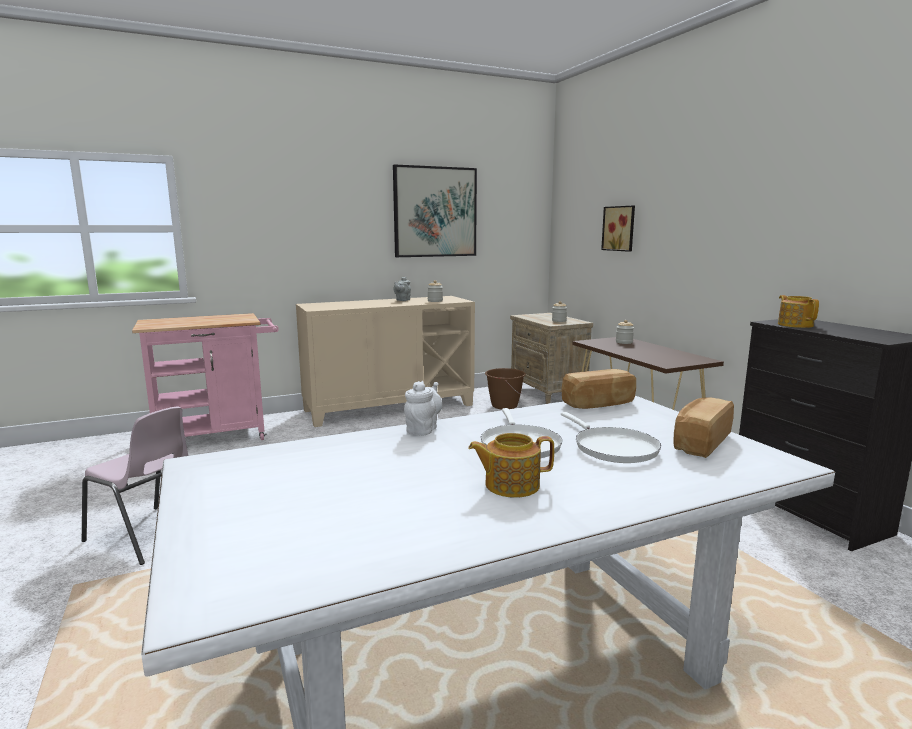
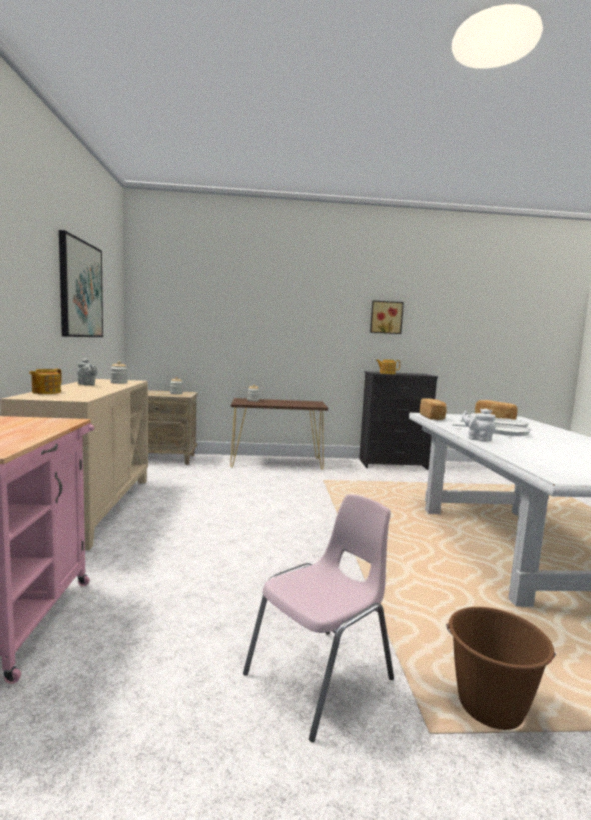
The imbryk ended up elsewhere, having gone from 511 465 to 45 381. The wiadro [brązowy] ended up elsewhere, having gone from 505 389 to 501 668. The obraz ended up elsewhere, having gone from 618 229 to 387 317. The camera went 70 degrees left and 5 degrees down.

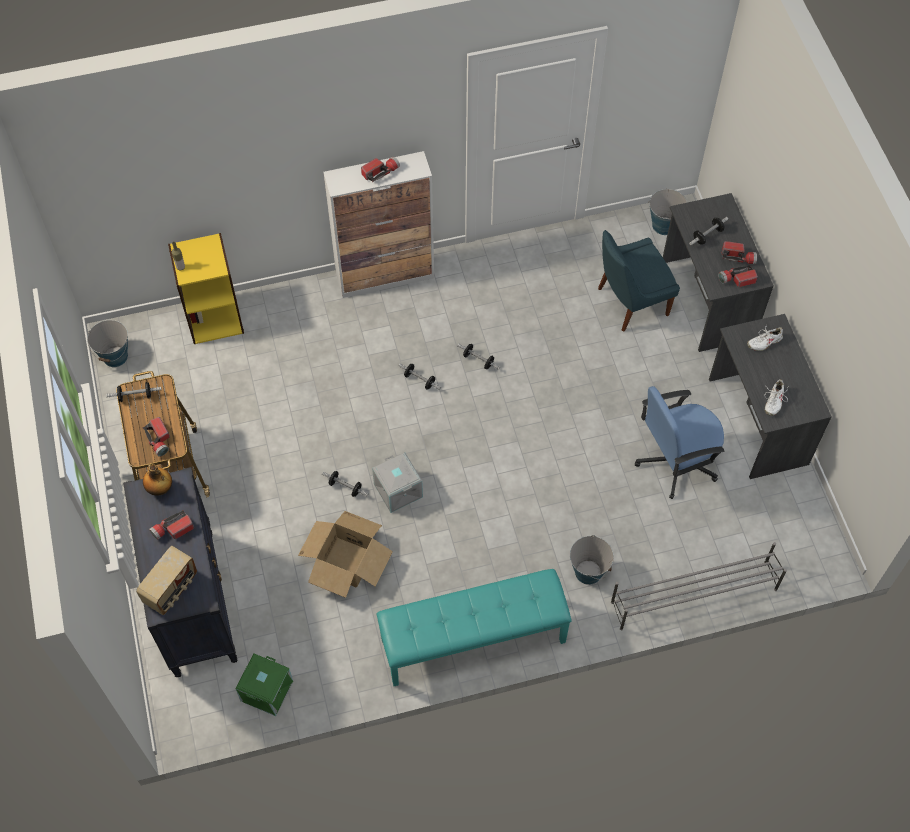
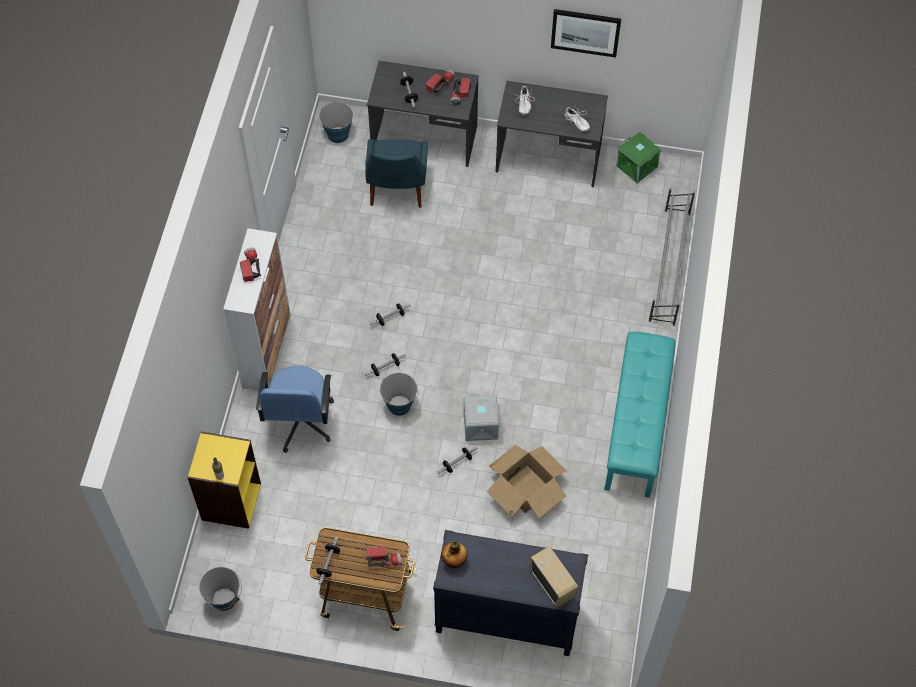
The second view lost the latarka at 171 525. The second view gained the obraz at 586 33. The pojemnik do przechowywania [zielony] ended up elsewhere, having gone from 264 685 to 638 158. The wiadro ended up elsewhere, having gone from 592 560 to 399 394. The krzesło biurowe [niebieski] ended up elsewhere, having gone from 679 442 to 295 409. The camera went 65 degrees left and 0 degrees up.

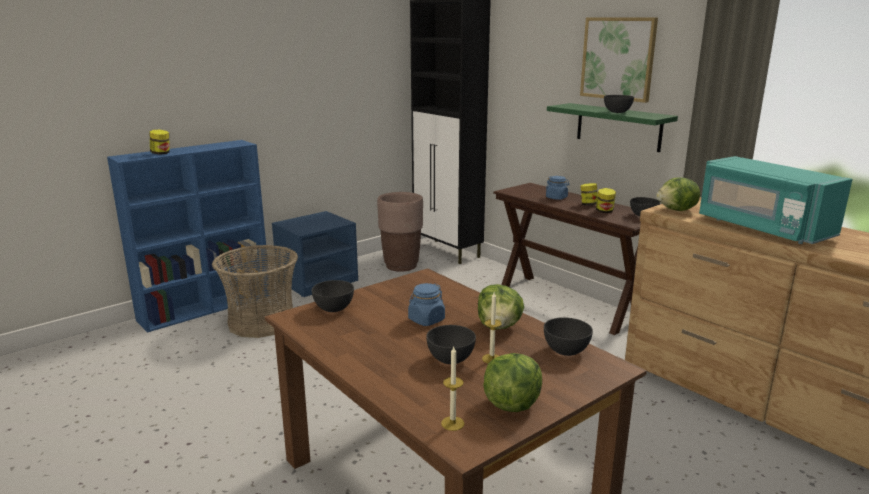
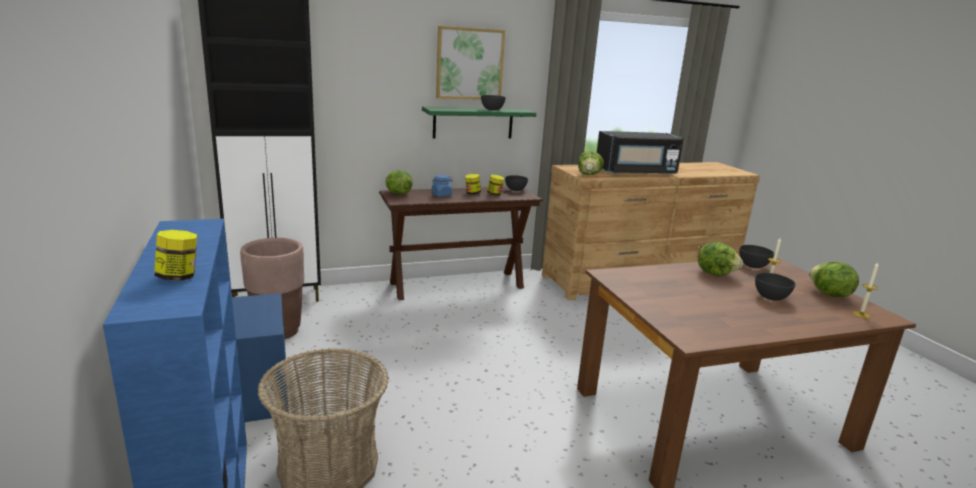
The second view lost the miska [szary] at 332 296. The second view lost the słoik [niebieski] at 426 304. The second view gained the sałata at 399 182. What was the mikrofalówka [turkusowy] at 776 200 turned into the mikrofalówka [czarny] at 640 153. The camera went 70 degrees left and 0 degrees up.

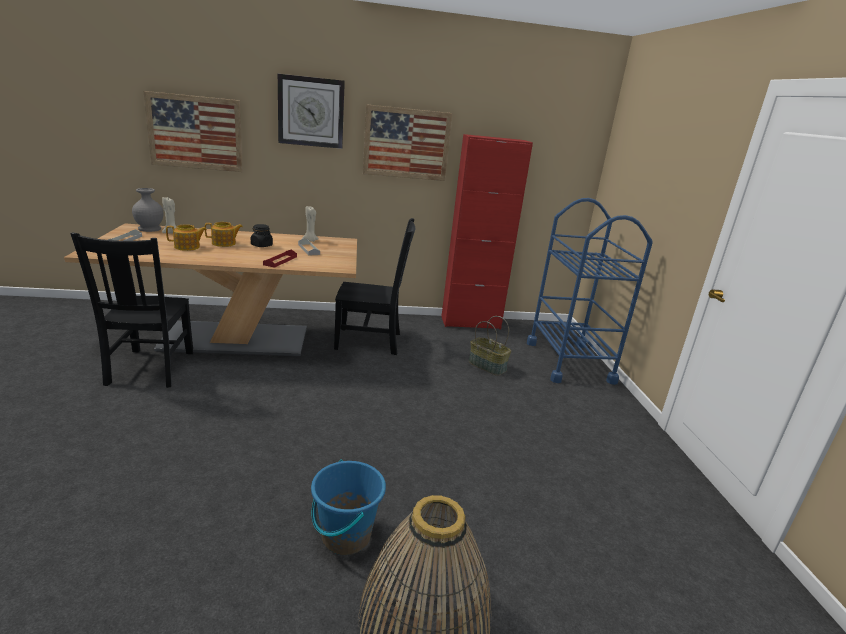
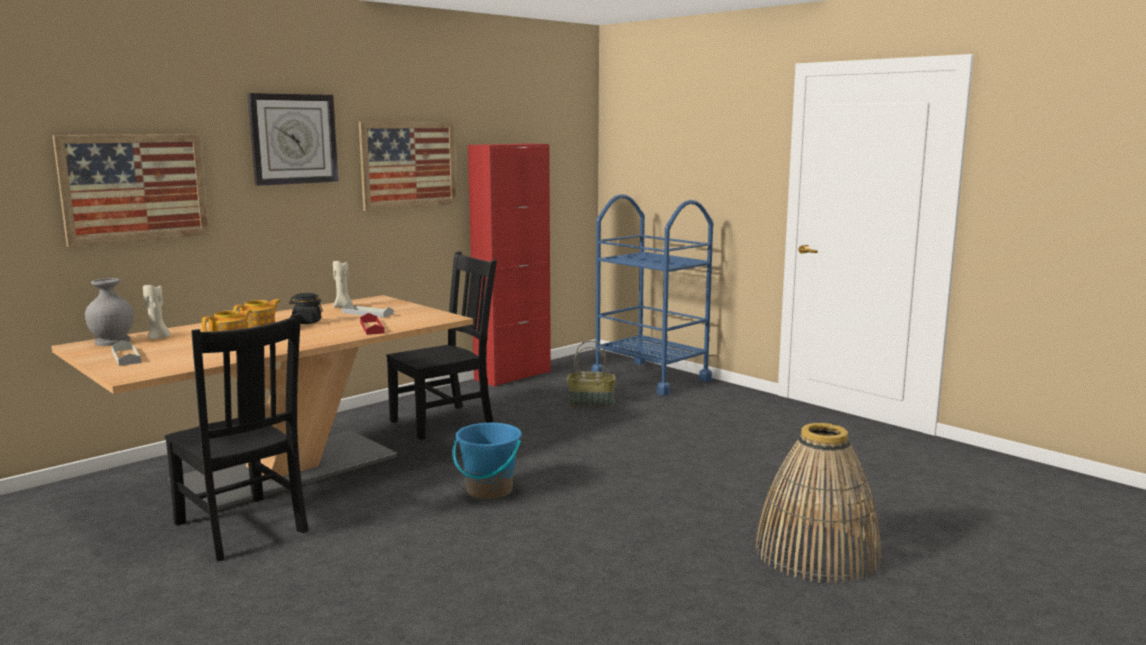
The wiadro [niebieski] ended up elsewhere, having gone from 348 507 to 487 461. The camera went 35 degrees left and 10 degrees down.

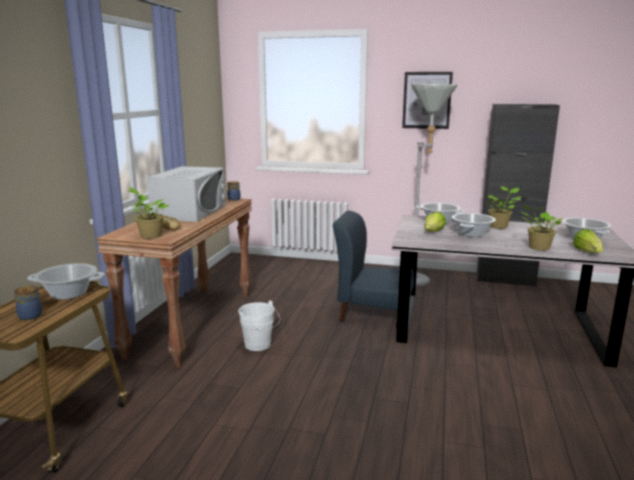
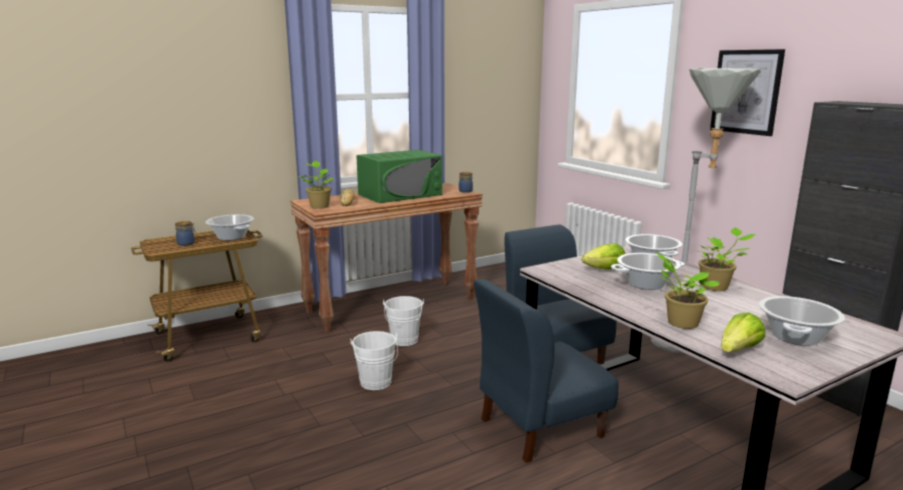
The second view gained the wiadro [biały] at 374 360. The second view gained the krzesło [niebieski] at 546 371. What was the mikrofalówka [biały] at 186 194 turned into the mikrofalówka [zielony] at 399 176. The camera went 45 degrees right and 0 degrees up.

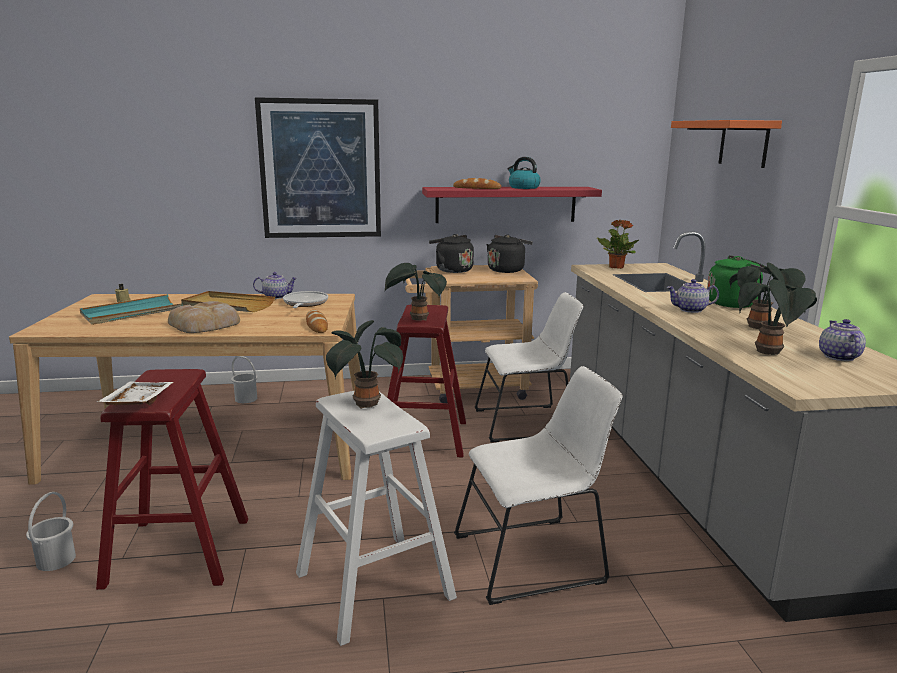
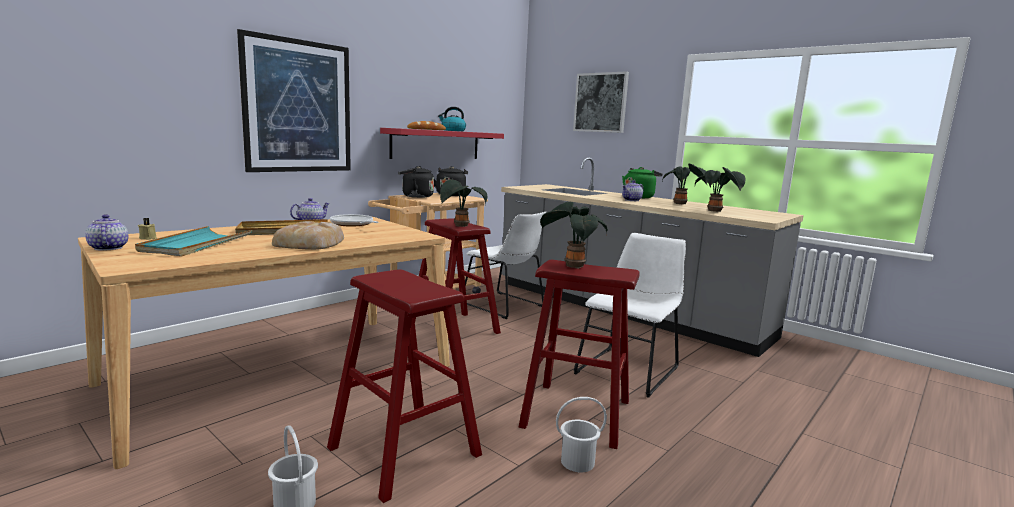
The second view lost the taca [biały] at 135 393. The second view lost the chleb at 317 321. The second view lost the roślina doniczkowa at 618 244. The wiadro [biały] ended up elsewhere, having gone from 244 379 to 581 434. The imbryk ended up elsewhere, having gone from 842 340 to 106 232. Where the półka [pomarańczowy] hung at 726 144, the obraz came to hang at 601 102. What was the stołek [biały] at 376 518 turned into the stołek [czerwony] at 579 354. The krzesło [biały] at 528 367 ended up facing another way, 90 degrees clockwise from before. The camera went 40 degrees left and 5 degrees down.

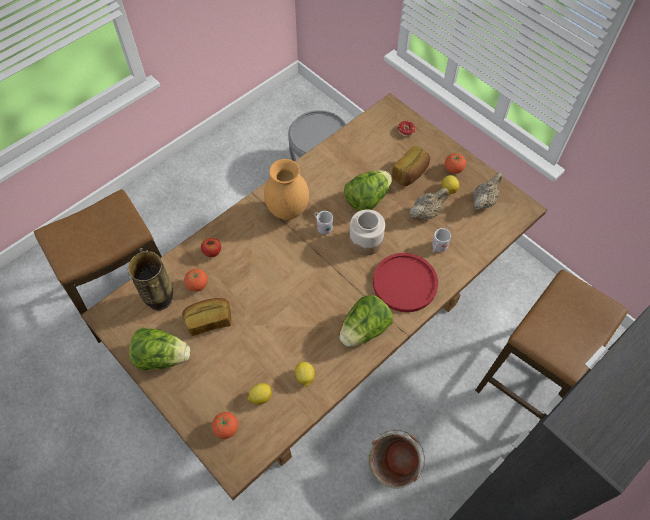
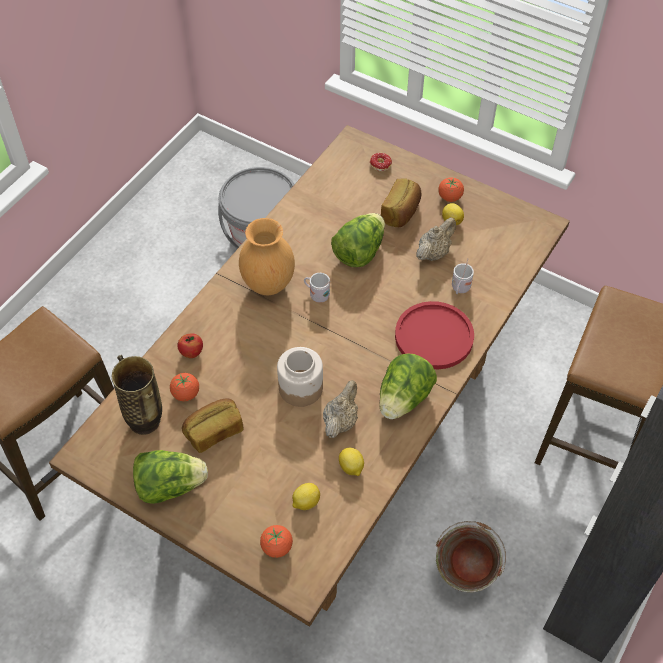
The słoik ended up elsewhere, having gone from 367 232 to 300 377. The imbryk [beżowy] ended up elsewhere, having gone from 488 191 to 340 409. The camera went 15 degrees left and 5 degrees down.

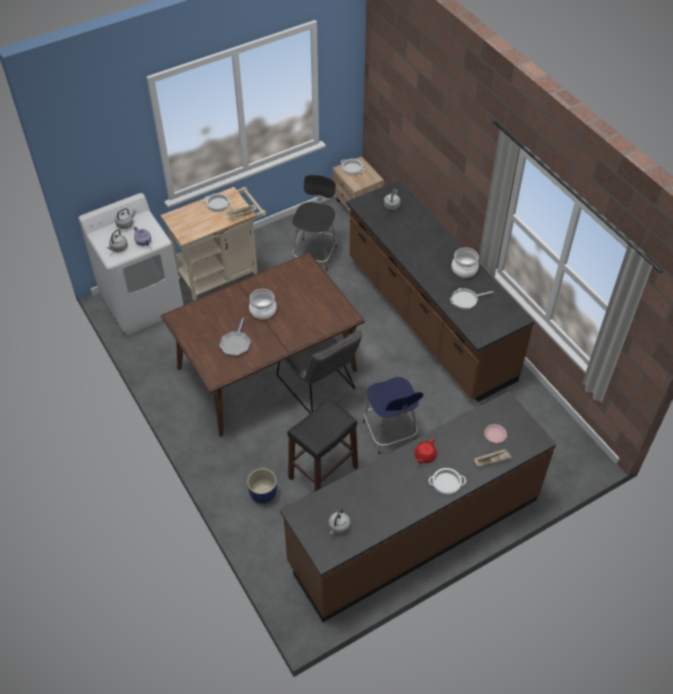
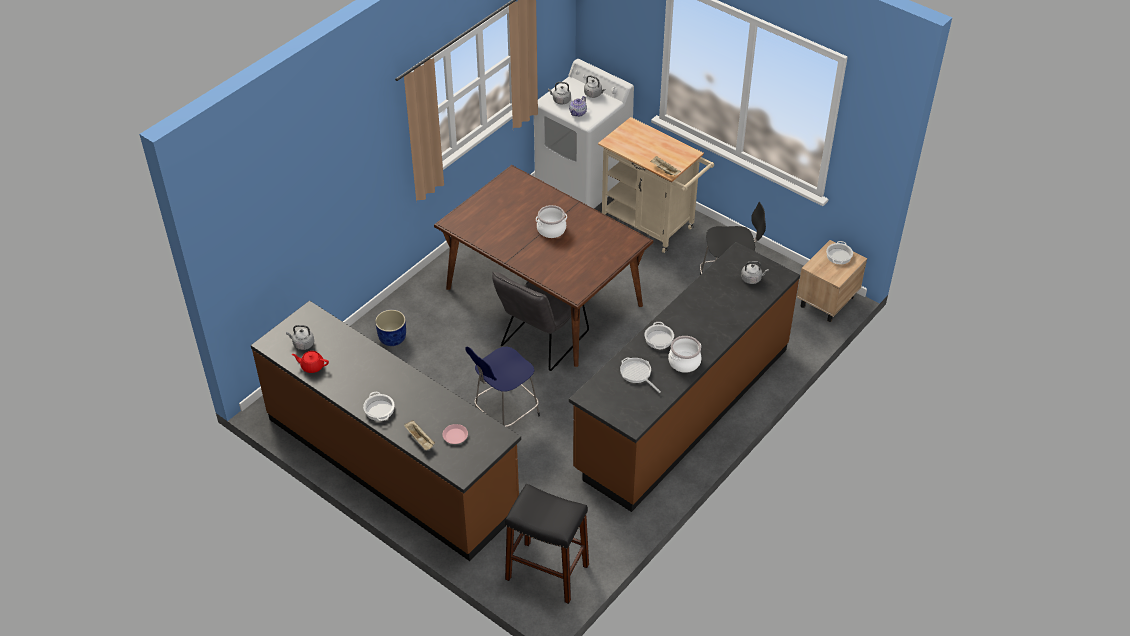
The second view lost the patelnia at 235 337. The garnek ended up elsewhere, having gone from 218 202 to 659 335. The stołek [czarny] ended up elsewhere, having gone from 322 444 to 547 544. The imbryk [czerwony] ended up elsewhere, having gone from 425 450 to 310 362. The camera went 70 degrees right and 5 degrees down.

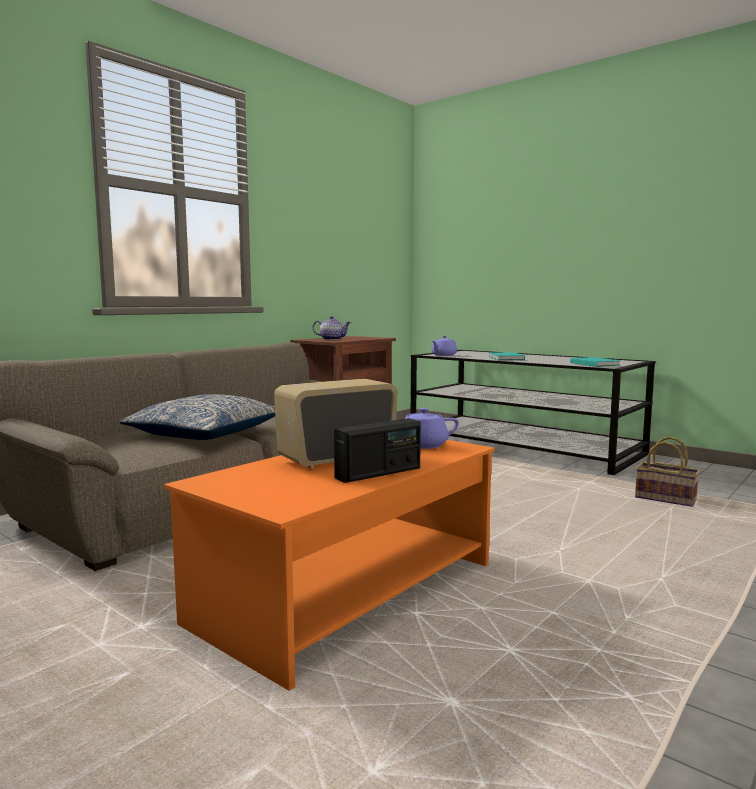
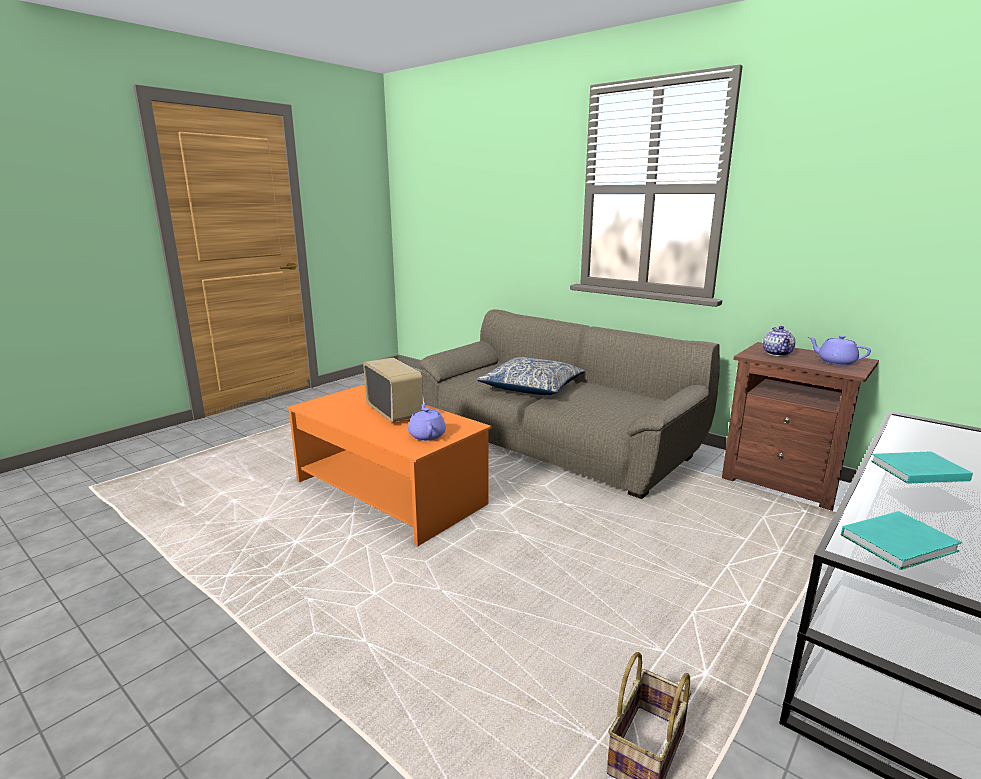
The second view lost the radio at 377 450. The imbryk [fioletowy] ended up elsewhere, having gone from 444 346 to 839 350. The camera went 90 degrees right and 10 degrees up.

